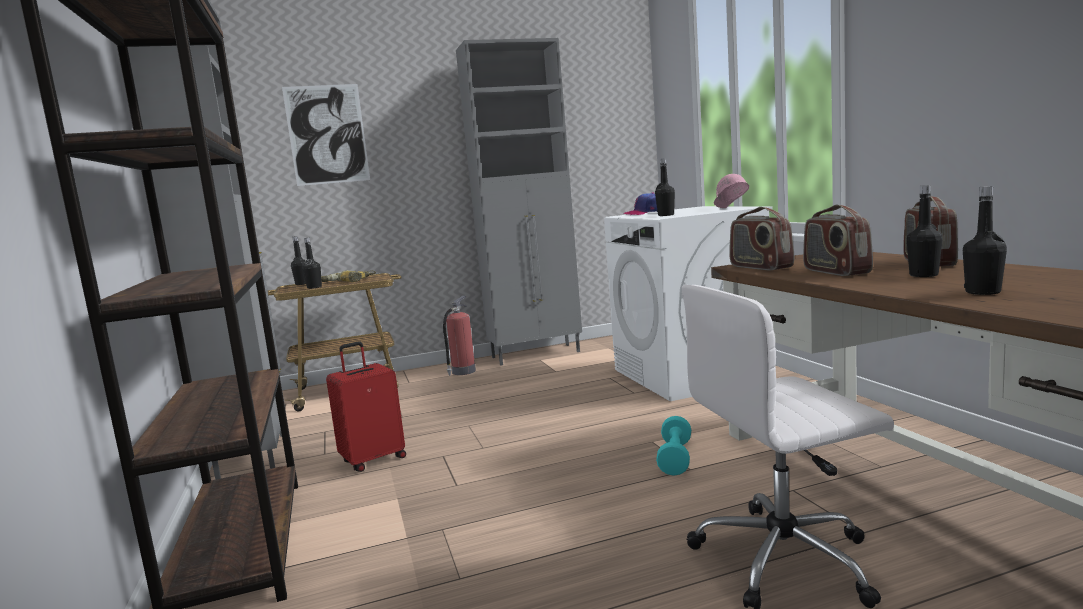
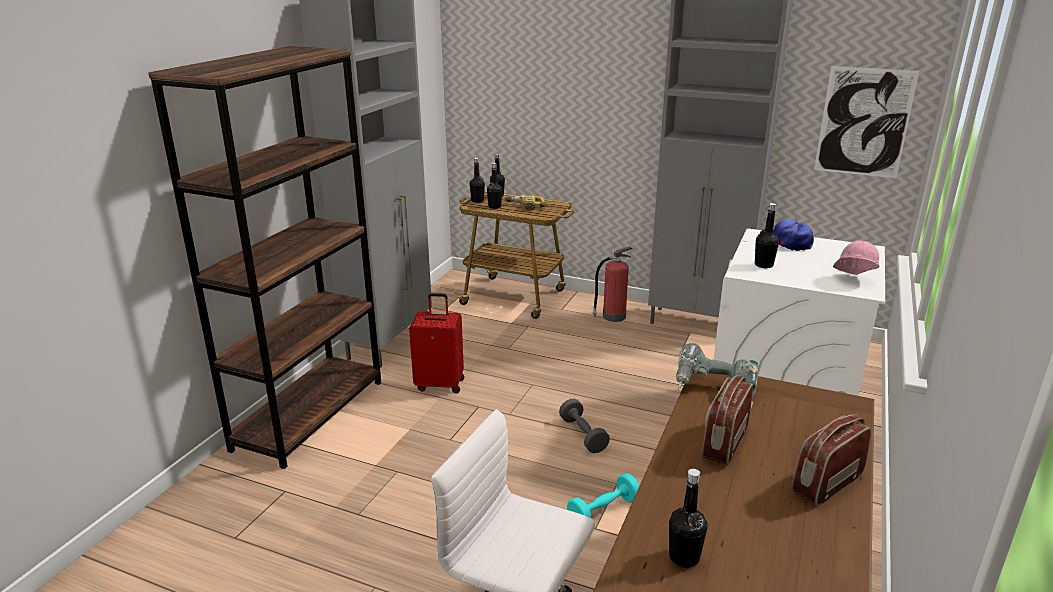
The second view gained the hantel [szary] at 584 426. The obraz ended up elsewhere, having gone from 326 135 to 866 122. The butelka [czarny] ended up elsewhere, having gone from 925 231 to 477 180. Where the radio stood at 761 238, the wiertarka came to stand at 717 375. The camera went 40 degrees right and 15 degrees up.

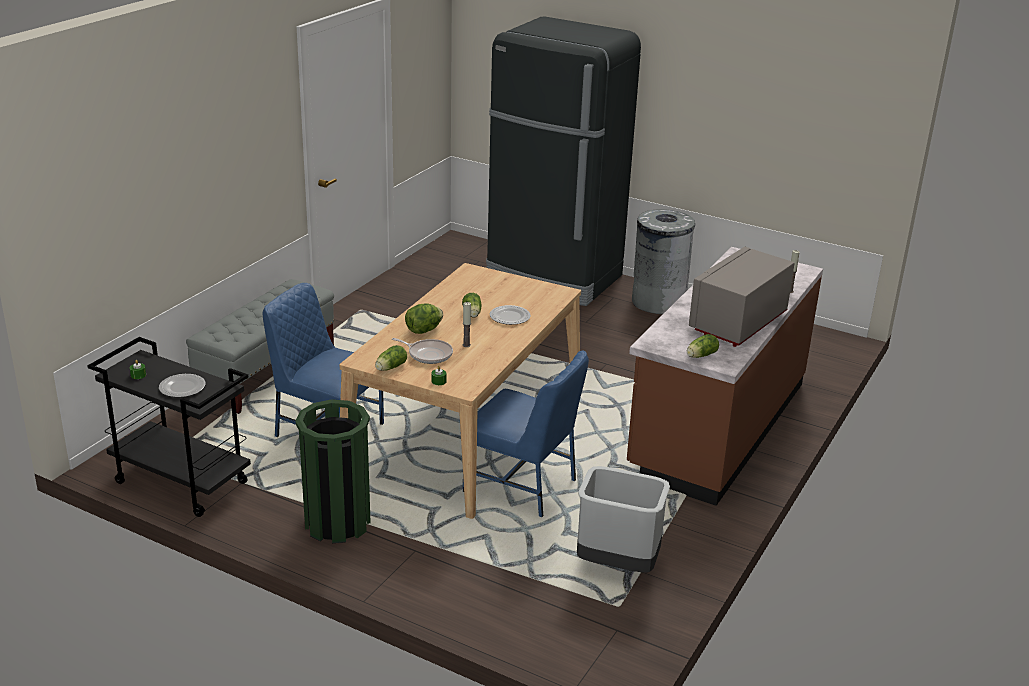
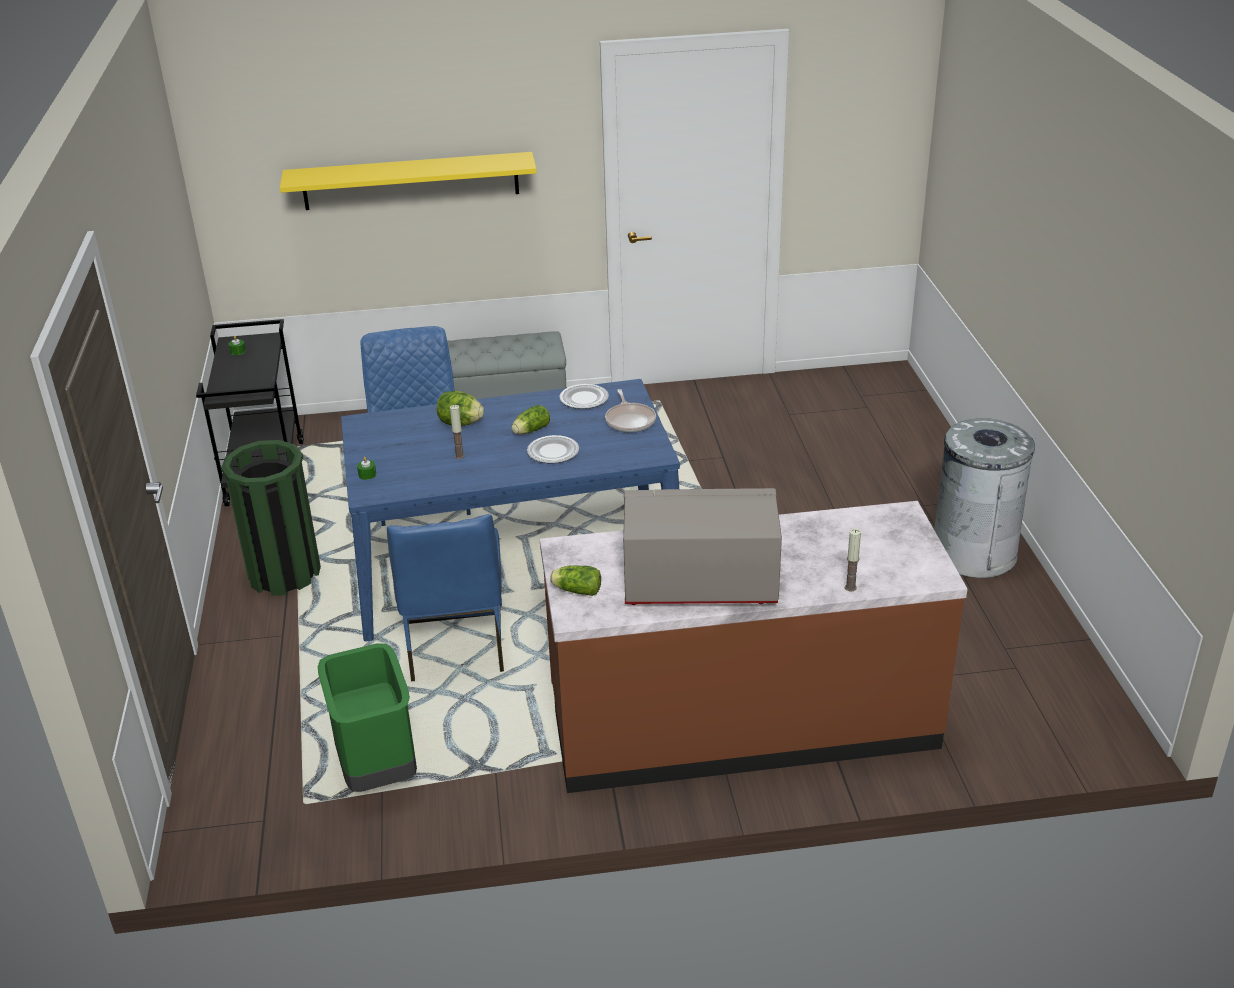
The second view lost the sałata at 391 358. The second view lost the lodówka [czarny] at 563 161. The second view gained the półka [żółty] at 408 181. The talerz ended up elsewhere, having gone from 182 385 to 584 396. The patelnia ended up elsewhere, having gone from 422 351 to 630 411. What was the stół jadalny [beżowy] at 460 391 turned into the stół jadalny [niebieski] at 510 510. What was the kosz na śmieci [szary] at 623 519 turned into the kosz na śmieci [zielony] at 367 718. The camera went 55 degrees right and 5 degrees up.

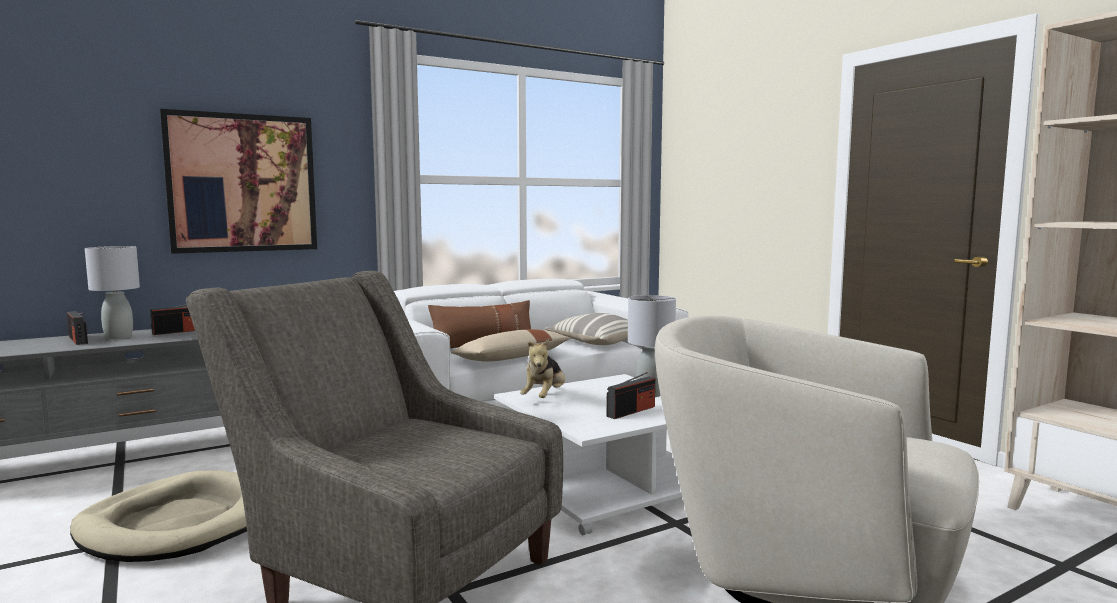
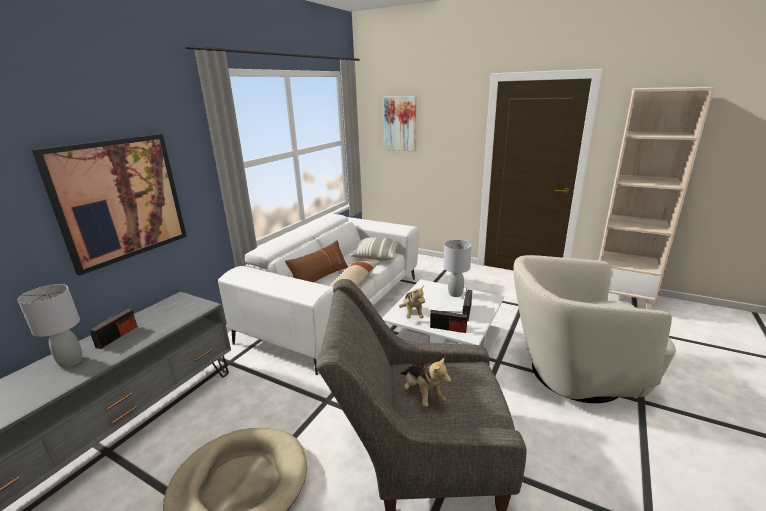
The second view gained the obraz at 400 123. The second view gained the pluszak at 425 381. The radio ended up elsewhere, having gone from 77 328 to 448 321. The camera went 30 degrees left and 15 degrees up.

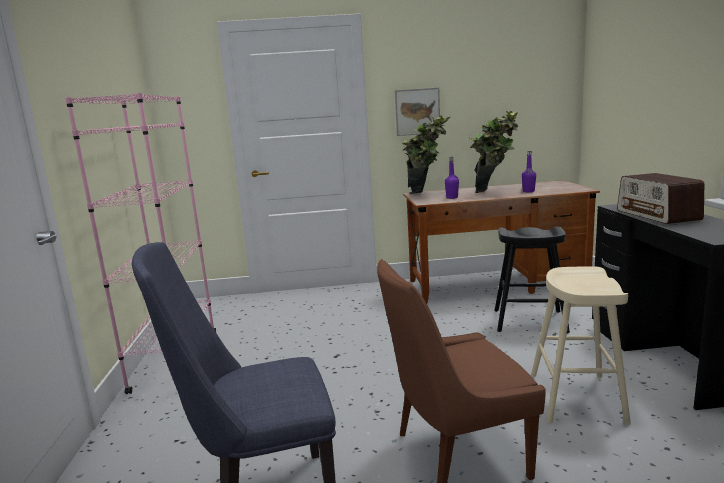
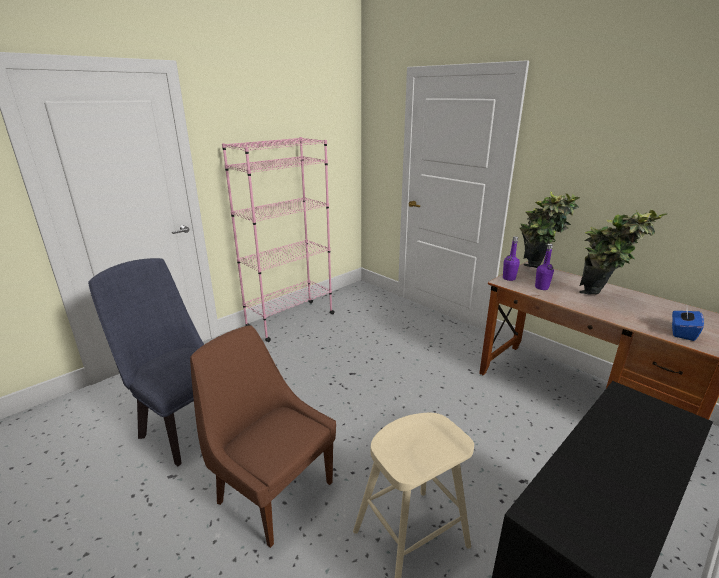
The second view lost the obraz at 417 111. The second view lost the stołek [czarny] at 532 279. The second view lost the radio at 660 198. The second view gained the pudełko chusteczek [niebieski] at 688 325. The butelka [fioletowy] ended up elsewhere, having gone from 529 171 to 511 258. The camera went 50 degrees right and 10 degrees up.

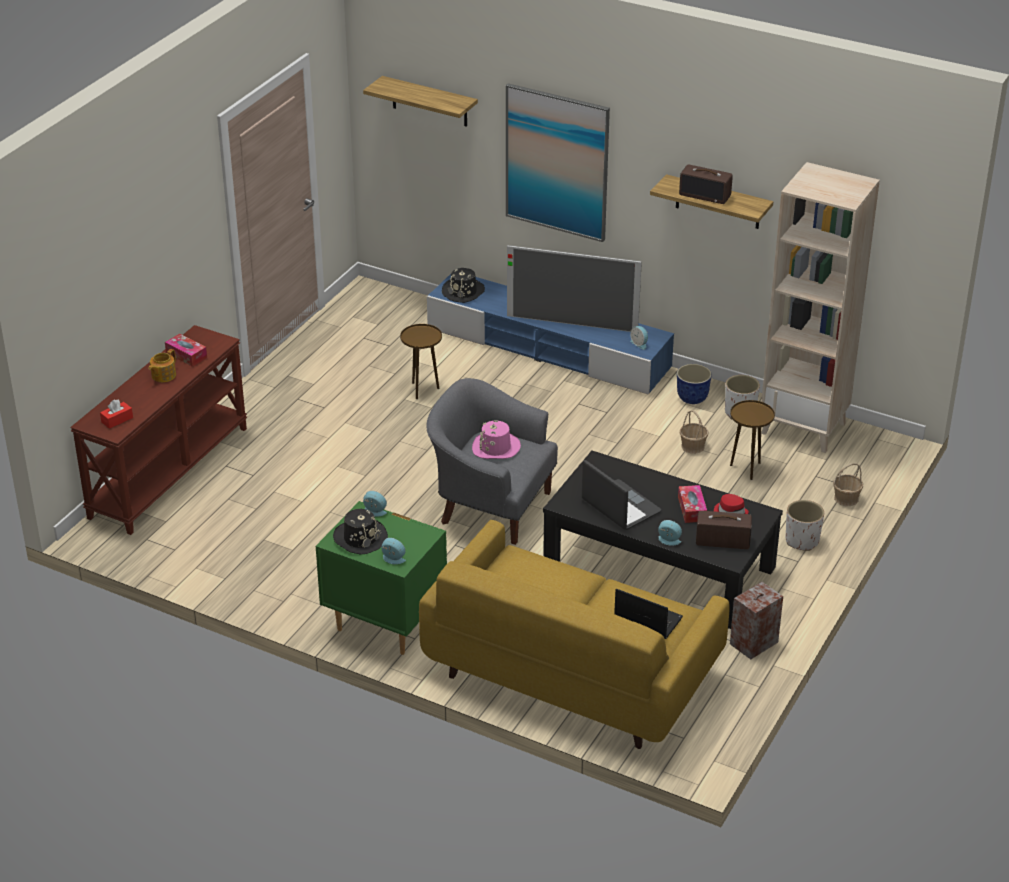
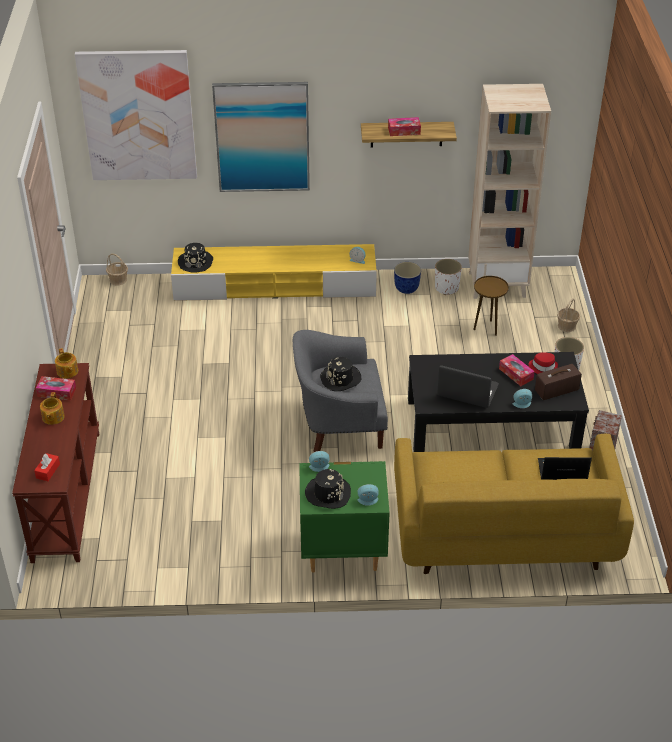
The second view lost the stolik [brązowy] at 421 361. The second view lost the telewizor at 574 288. The second view gained the imbryk at 66 363. The koszyk ended up elsewhere, having gone from 694 432 to 117 269. Where the półka hung at 420 101, the obraz came to hang at 136 115. Where the radio stood at 706 184, the pudełko chusteczek came to stand at 404 126. What was the szafka pod telewizor [niebieski] at 550 334 turned into the szafka pod telewizor [żółty] at 274 272. What was the kapelusz [różowy] at 496 439 turned into the kapelusz [czarny] at 341 374. The camera went 30 degrees left and 5 degrees up.

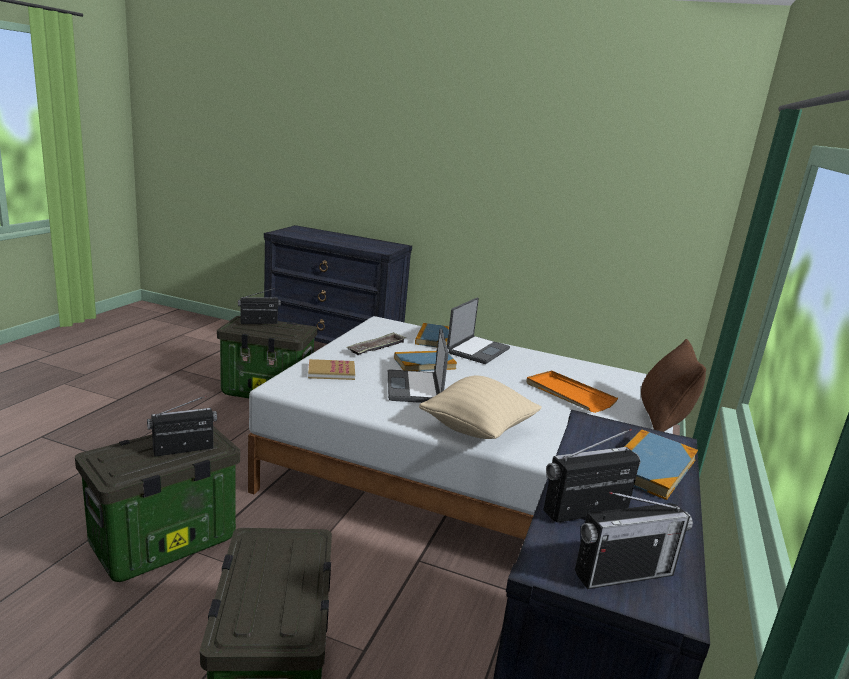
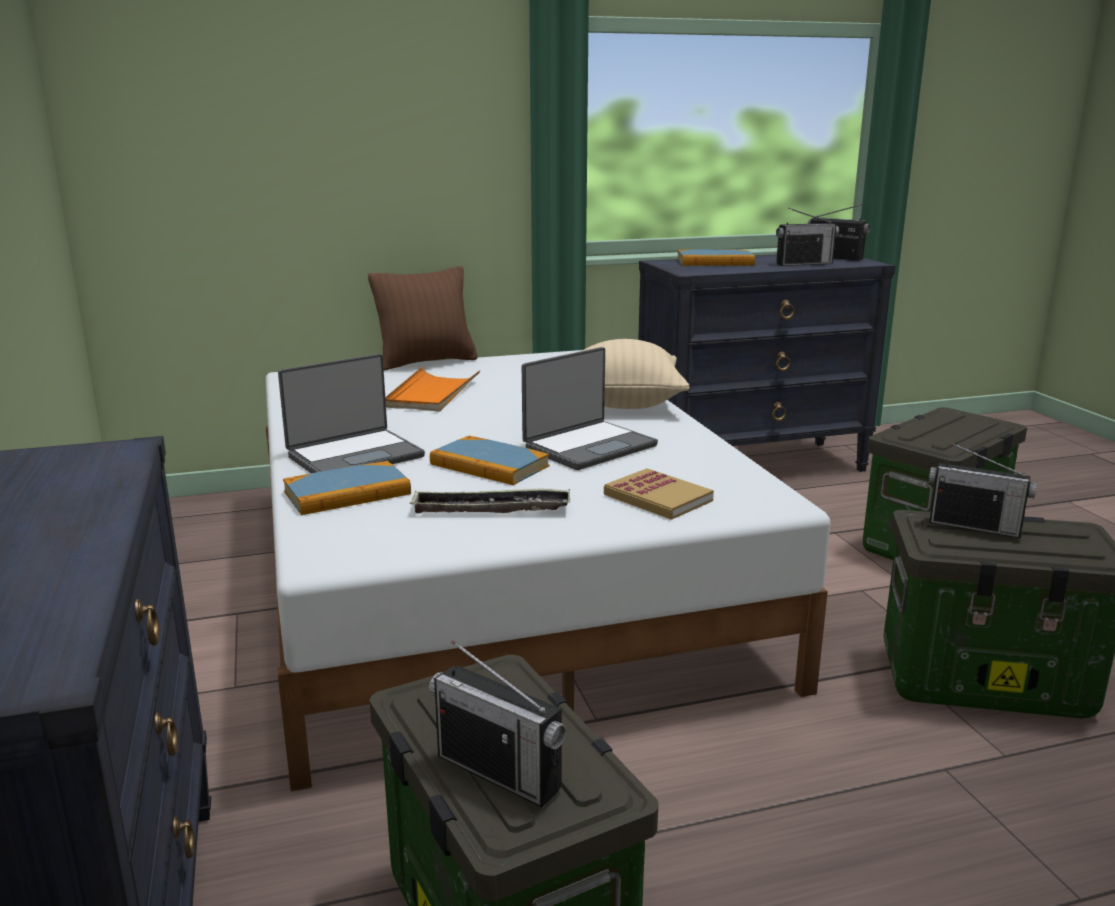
The laptop at 478 331 ended up facing another way, 150 degrees clockwise from before. The radio at 591 476 ended up facing another way, 45 degrees counterclockwise from before. The camera went 125 degrees left and 0 degrees up.

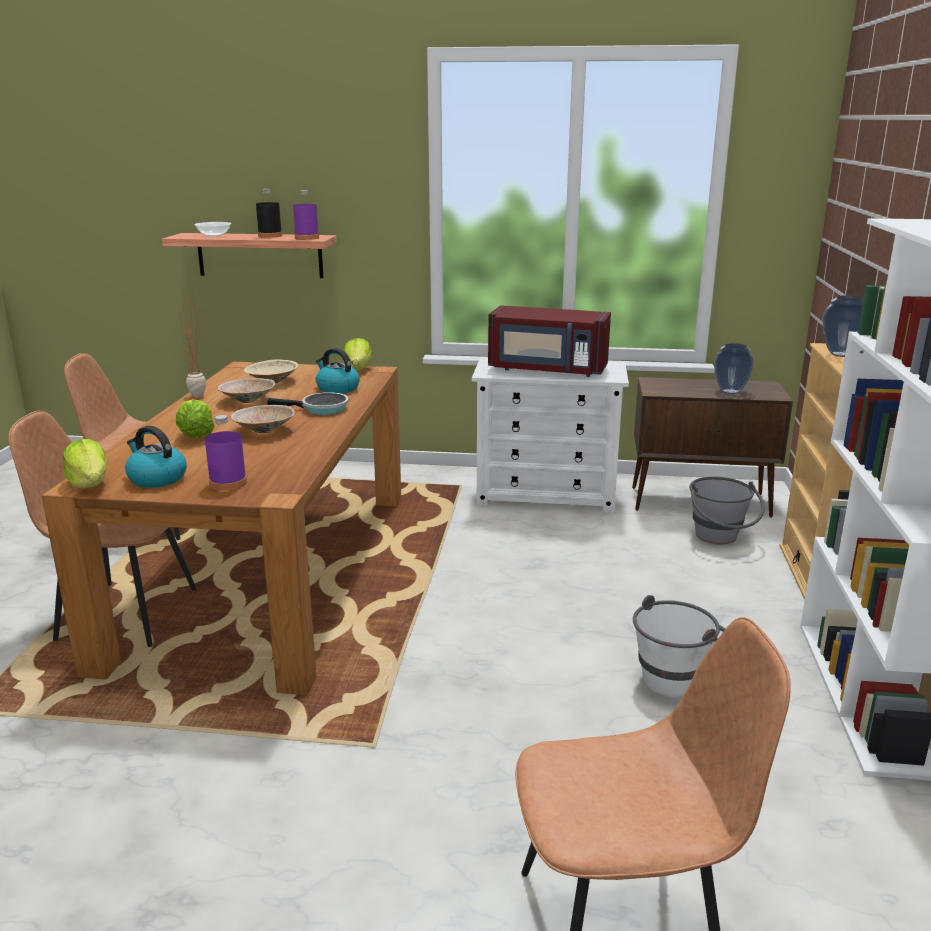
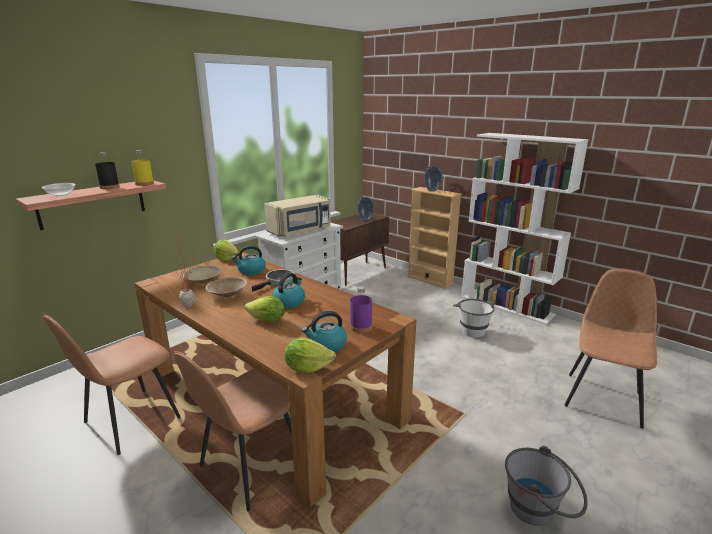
The wiadro [szary] ended up elsewhere, having gone from 727 511 to 546 486. Where the miska [beżowy] stood at 262 419, the czajnik came to stand at 288 290. What was the butelka [fioletowy] at 306 215 turned into the butelka [żółty] at 143 168. What was the mikrofalówka [czerwony] at 549 341 turned into the mikrofalówka [beżowy] at 297 216. The camera went 55 degrees left and 0 degrees up.

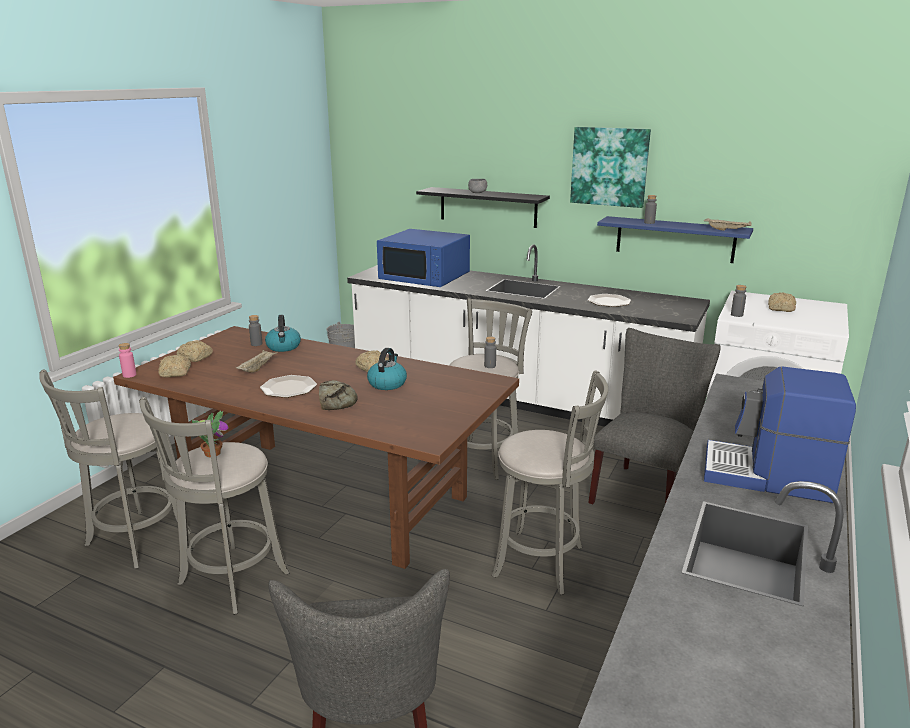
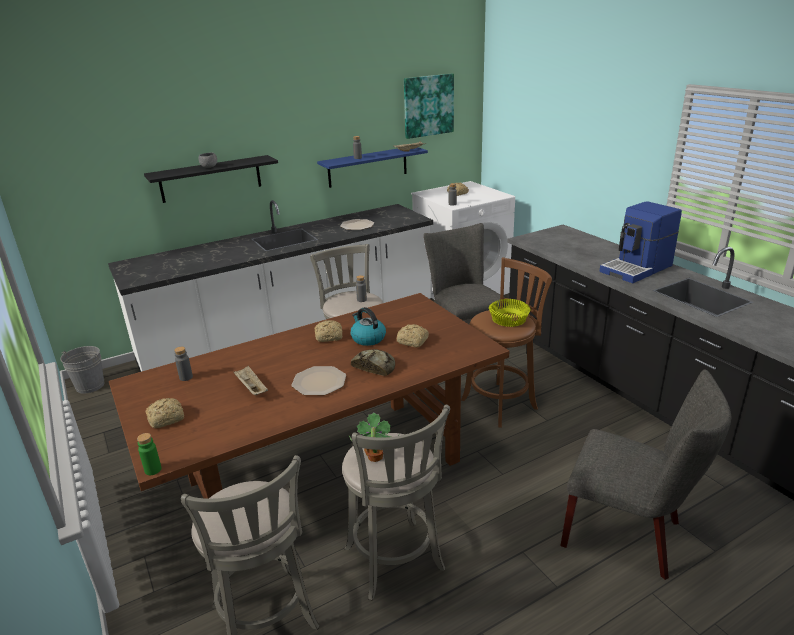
The second view lost the czajnik at 283 333. The second view lost the mikrofalówka [niebieski] at 423 258. The second view gained the miska [żółty] at 509 313. The chleb ended up elsewhere, having gone from 174 366 to 413 335. The obraz ended up elsewhere, having gone from 610 167 to 429 106. What was the butelka [różowy] at 127 360 turned into the butelka [zielony] at 149 454. What was the stołek [szary] at 550 482 turned into the stołek [brązowy] at 506 342. The camera went 55 degrees left and 5 degrees up.

